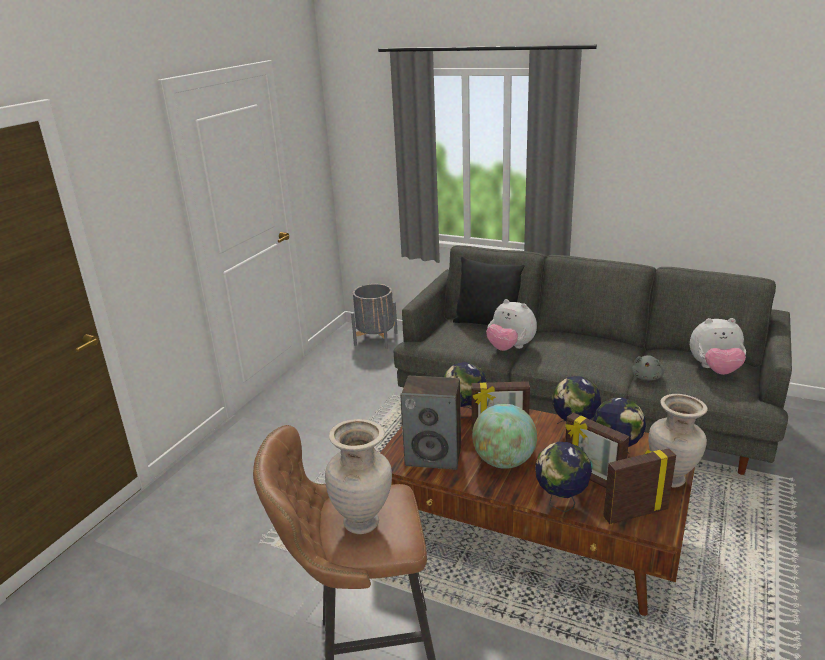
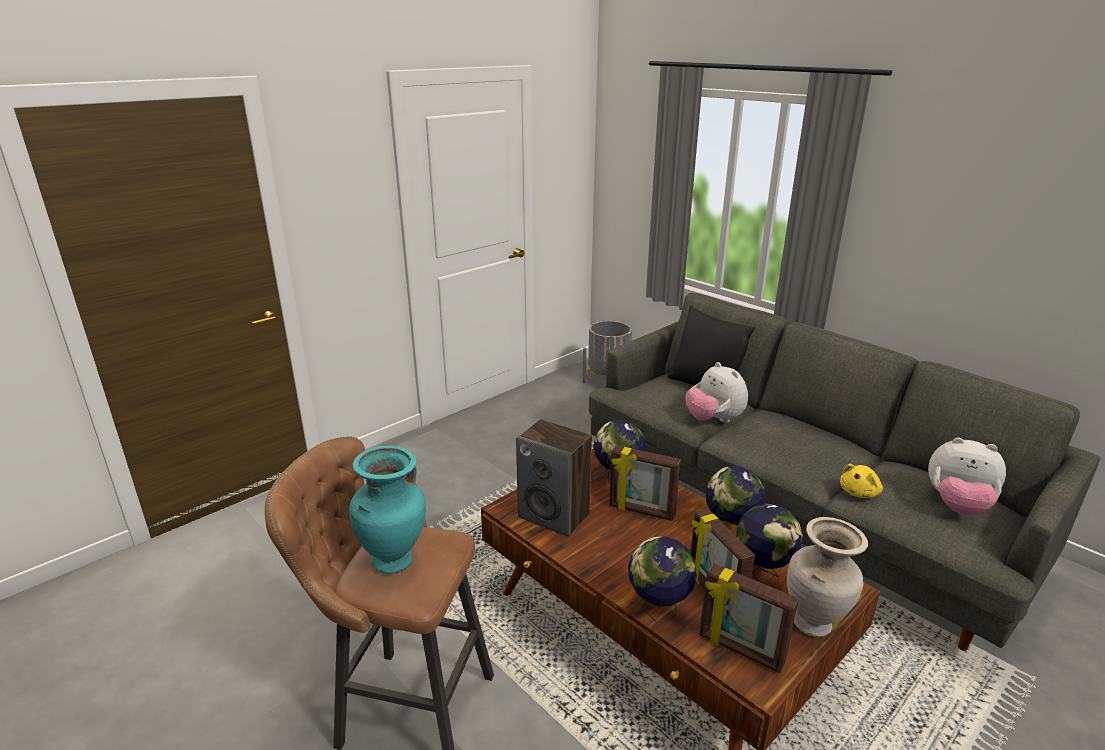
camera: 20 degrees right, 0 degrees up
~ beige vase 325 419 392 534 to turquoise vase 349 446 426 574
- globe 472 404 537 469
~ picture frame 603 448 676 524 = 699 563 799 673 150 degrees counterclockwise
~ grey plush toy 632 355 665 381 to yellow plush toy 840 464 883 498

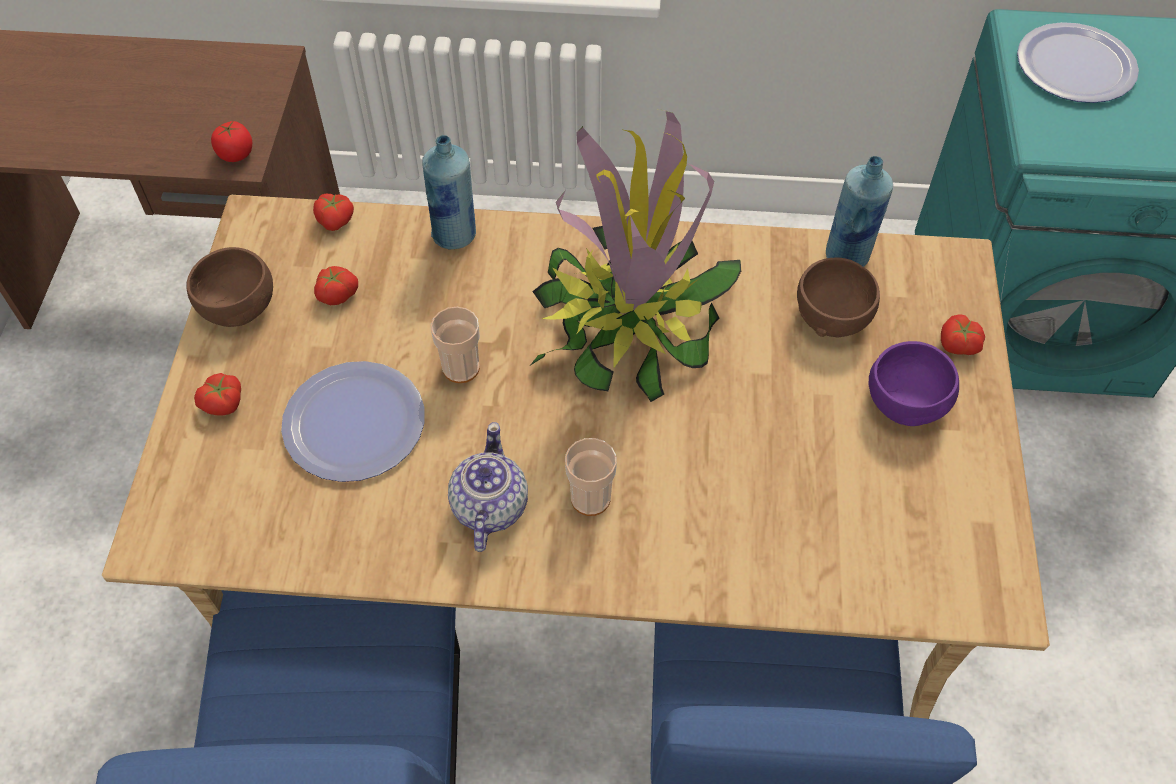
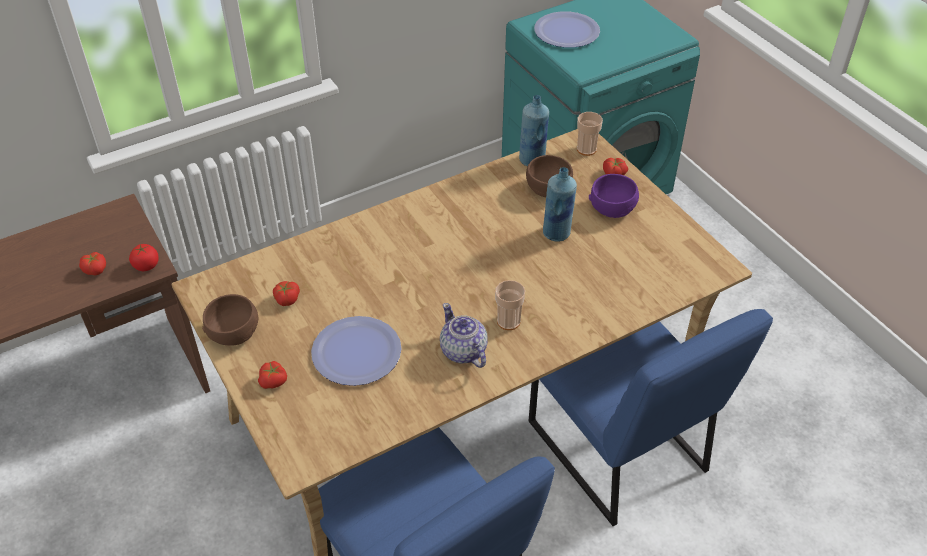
camera: 35 degrees left, 10 degrees down
~ tomato 313 193 354 231 to 79 252 106 276
~ blue bottle 422 135 476 250 to 543 167 577 242
~ cup 431 307 480 383 to 577 112 603 156
- potted plant 531 109 741 402

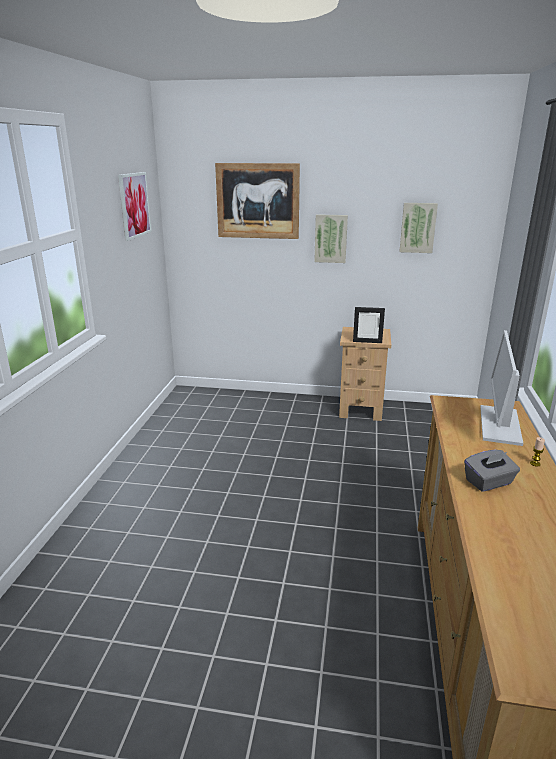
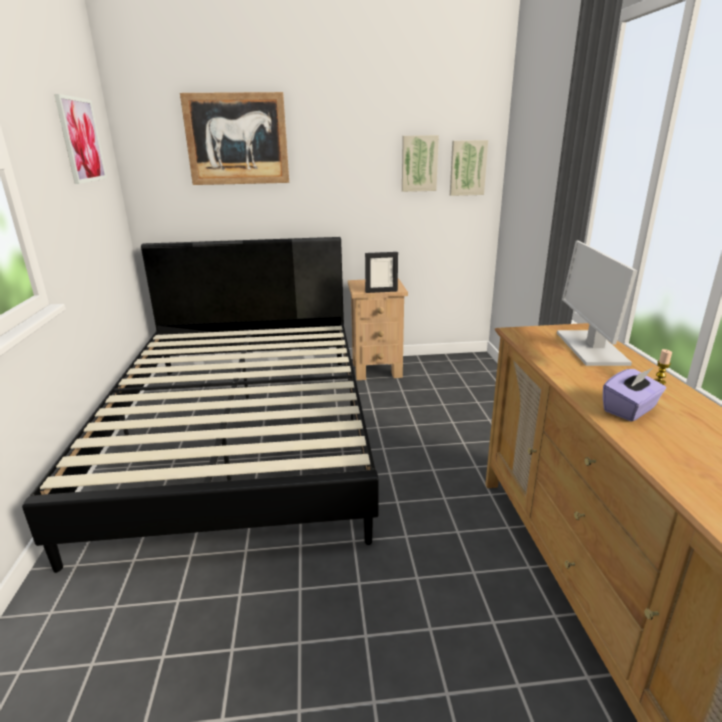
camera: 15 degrees left, 0 degrees up
~ picture 314 214 348 263 to 450 140 488 196
~ grey tissue box 464 450 520 492 to purple tissue box 603 368 666 421
+ black bed 22 237 379 573

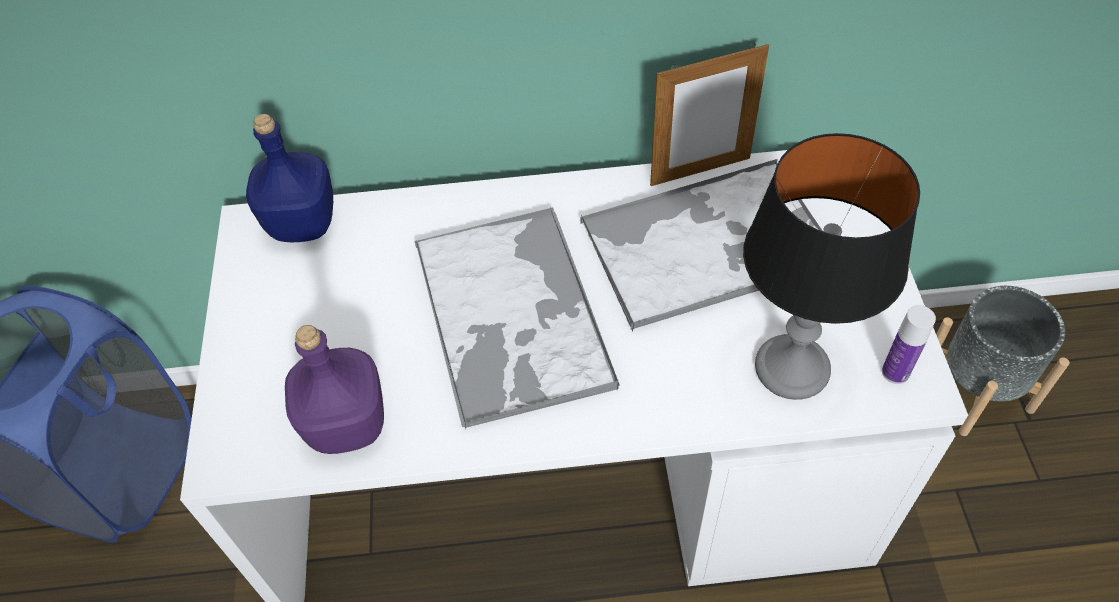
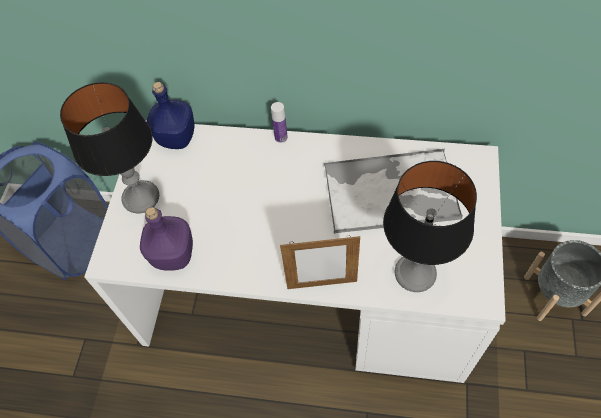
camera: 15 degrees right, 5 degrees up
- tray 414 208 620 429
~ picture frame 650 43 769 186 to 280 235 360 289
~ bottle 882 305 936 384 to 271 102 288 143
+ table lamp 60 82 159 213

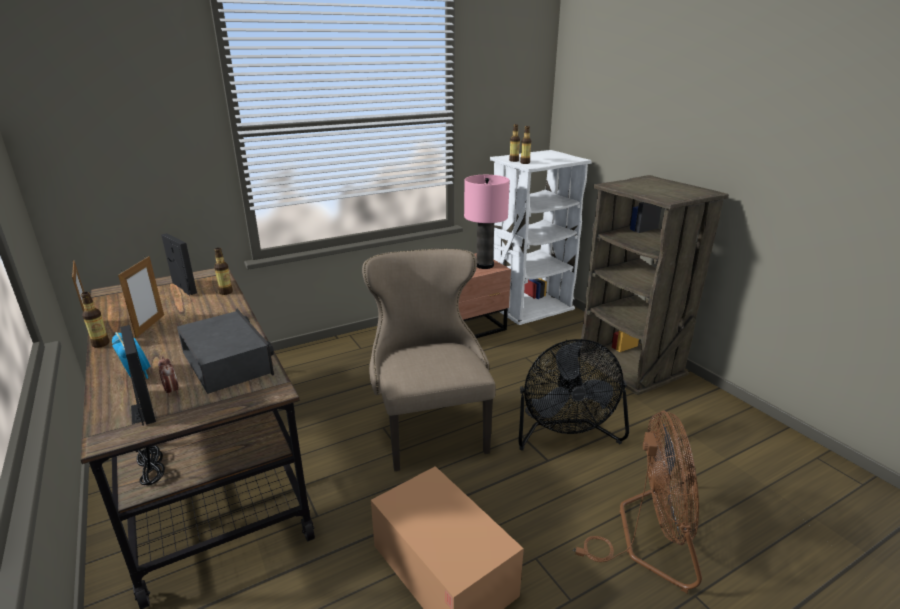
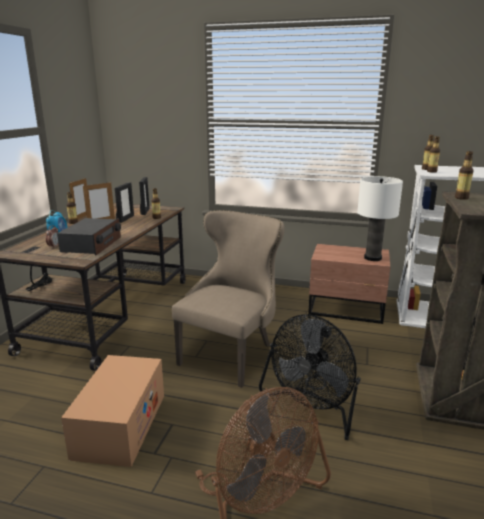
camera: 45 degrees right, 5 degrees down
~ picture frame 120 325 156 426 to 115 182 134 223
~ pink table lamp 464 175 510 269 to white table lamp 357 176 403 261
+ bottle 455 151 474 200

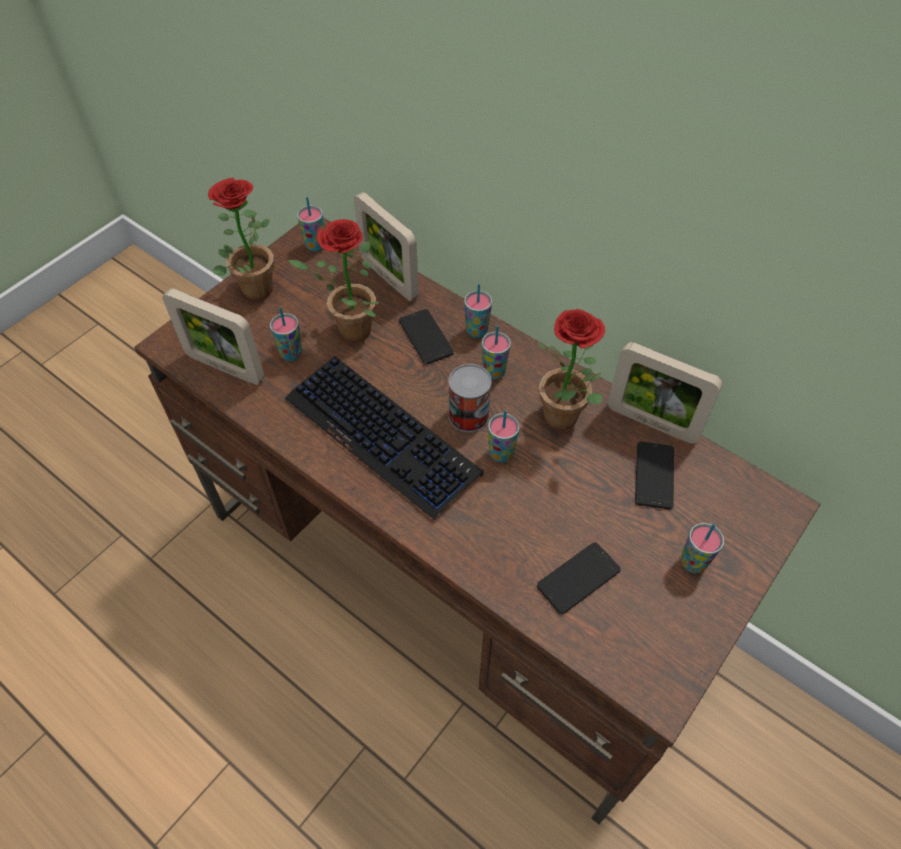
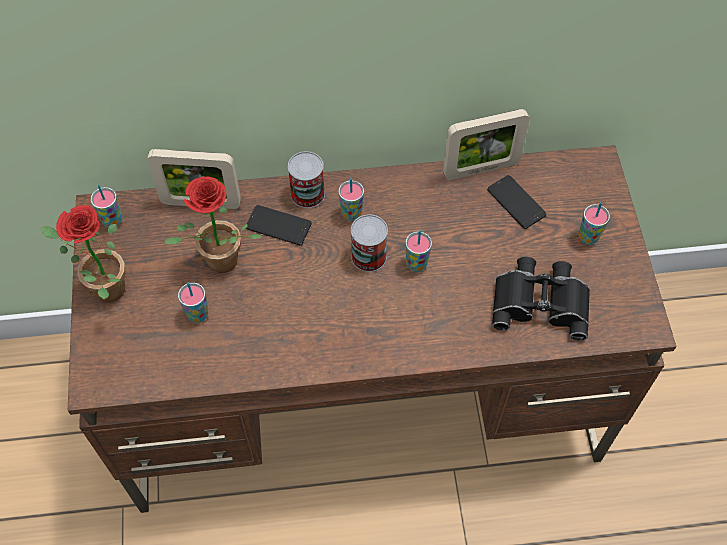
camera: 45 degrees left, 5 degrees up
- picture frame 162 288 264 385
- keyboard 285 356 483 520
~ cup 464 284 492 338 to can 288 151 325 208
- potted plant 537 309 605 429
~ phone 537 542 621 614 to black binoculars 492 257 590 341

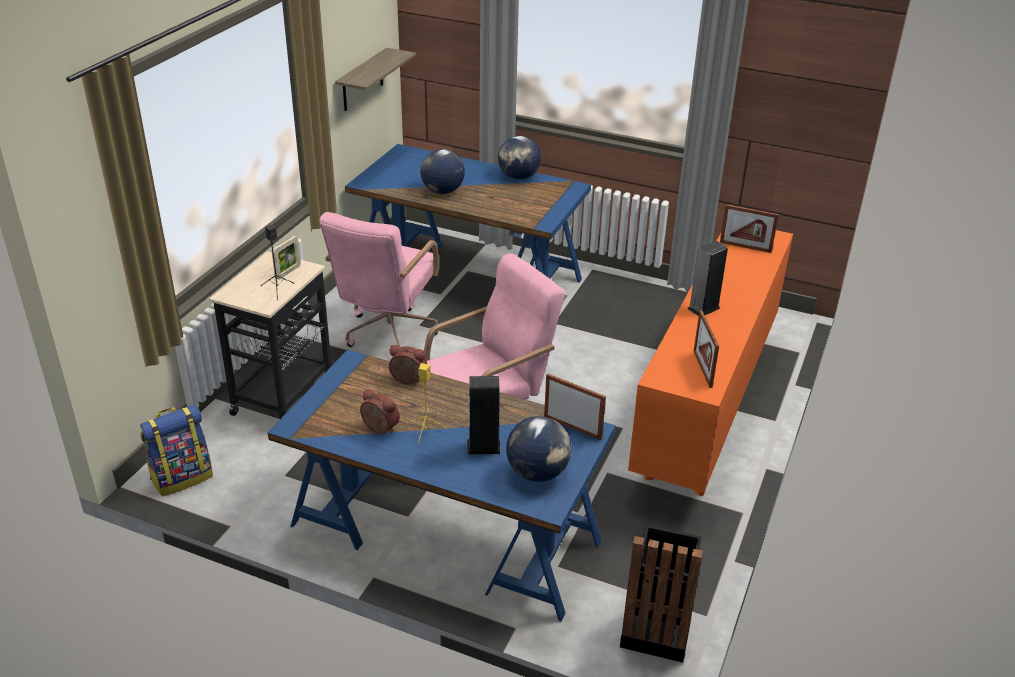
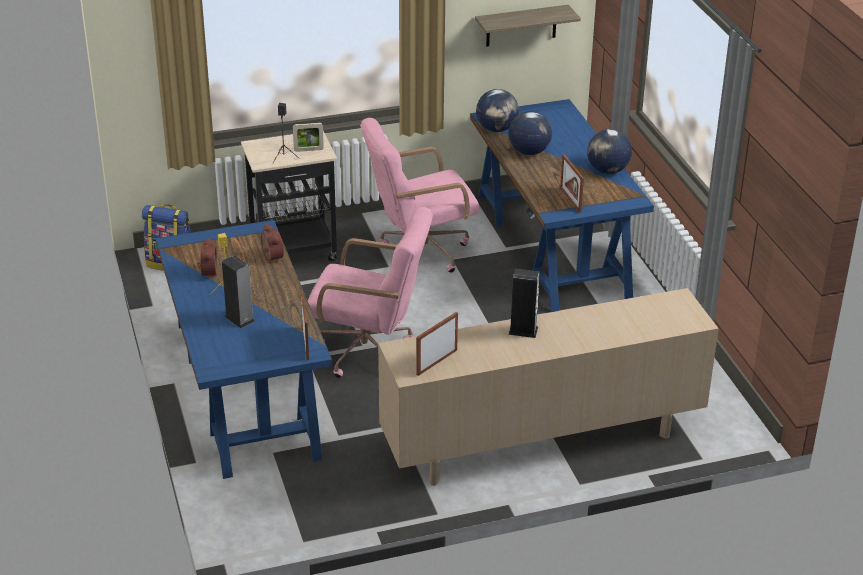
camera: 50 degrees right, 0 degrees up
~ globe 506 416 572 482 to 476 89 519 132
- black trash can 620 525 703 663
~ orange cabinet 628 230 793 496 to beige cabinet 378 288 719 486
~ picture frame 720 204 779 253 to 560 154 584 213

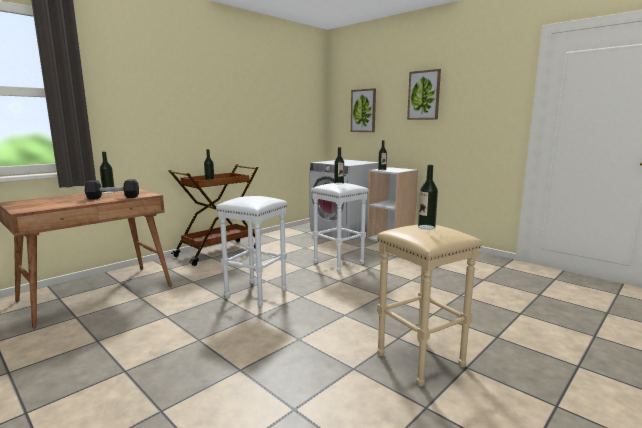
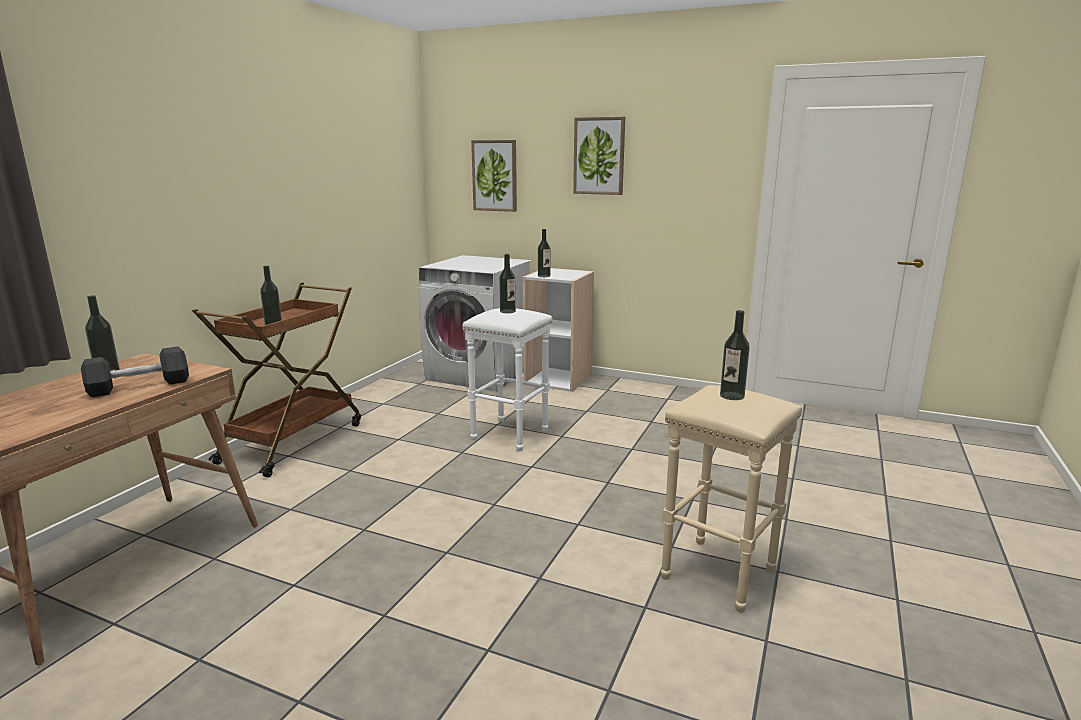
camera: 20 degrees left, 5 degrees up
- white stool 216 196 288 306

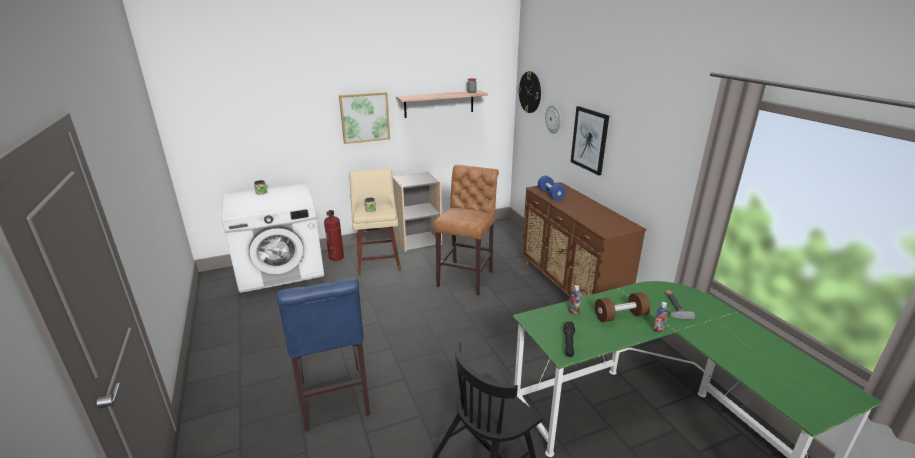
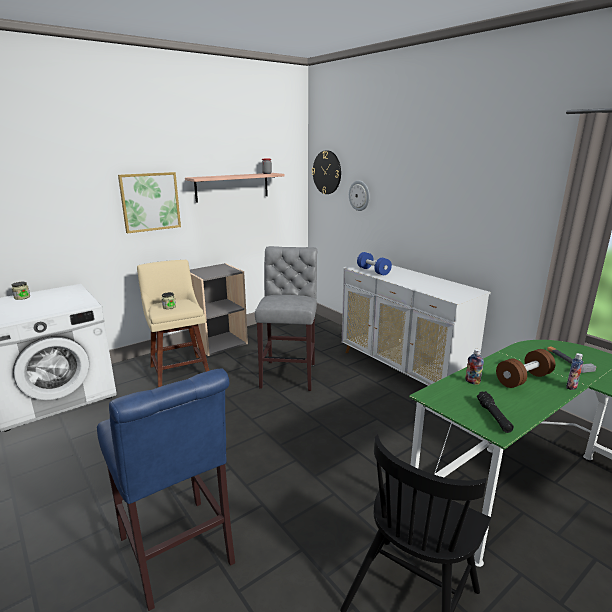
camera: 15 degrees left, 5 degrees down
- fire extinguisher 324 210 344 261
~ brown stool 434 165 499 295 to grey stool 255 246 317 391
~ brown cabinet 522 182 647 297 to white cabinet 342 260 491 386
- picture 571 106 609 176

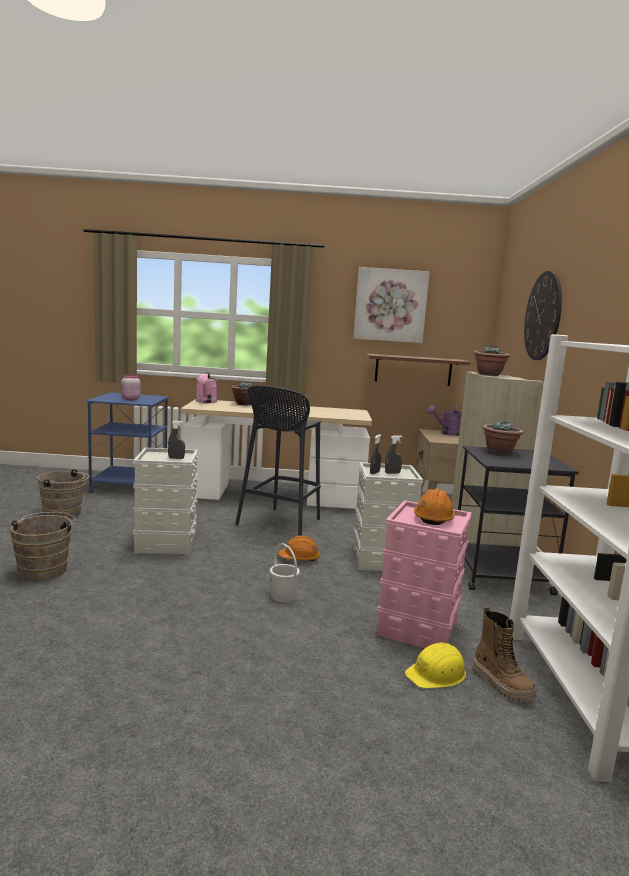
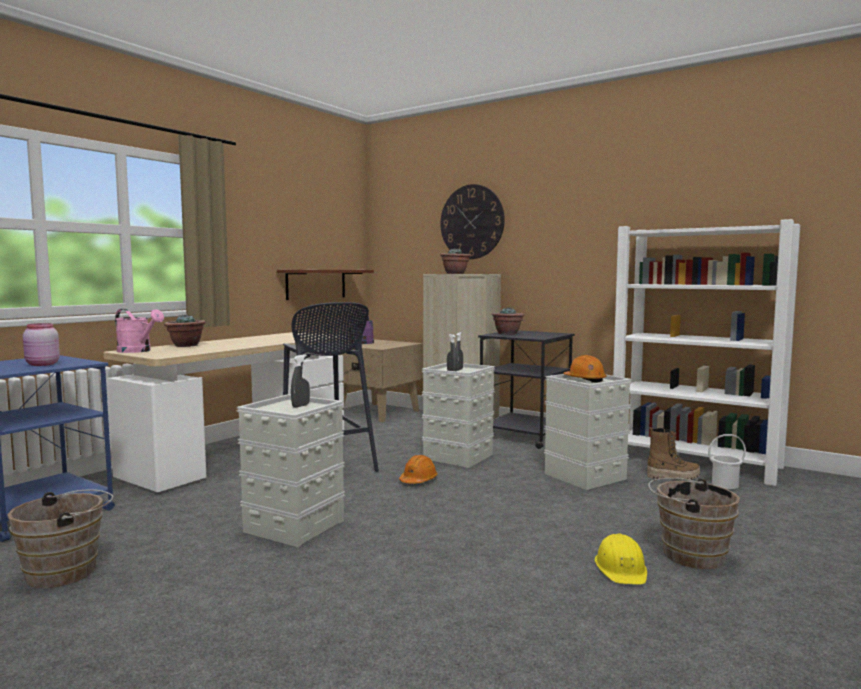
camera: 55 degrees left, 5 degrees down
~ brown bucket 10 512 75 581 to 648 478 740 569
~ white bucket 270 543 300 602 to 708 434 746 489
- picture 353 267 430 343
~ pink storage box 377 500 472 648 to grey storage box 544 374 632 490
~ yellow hard hat 405 642 466 688 to 595 534 647 585

